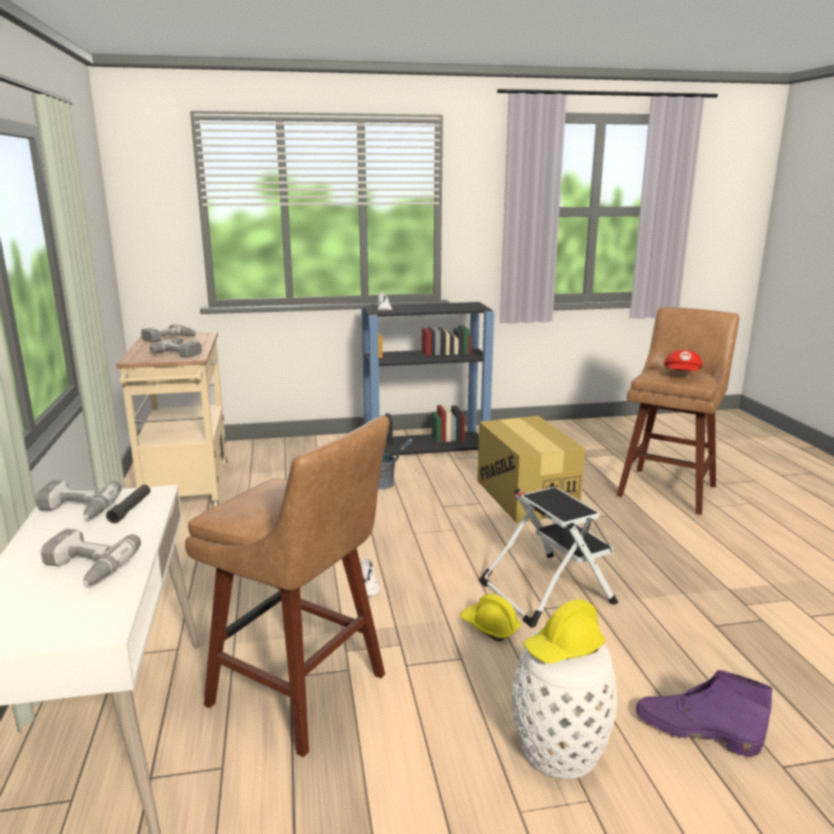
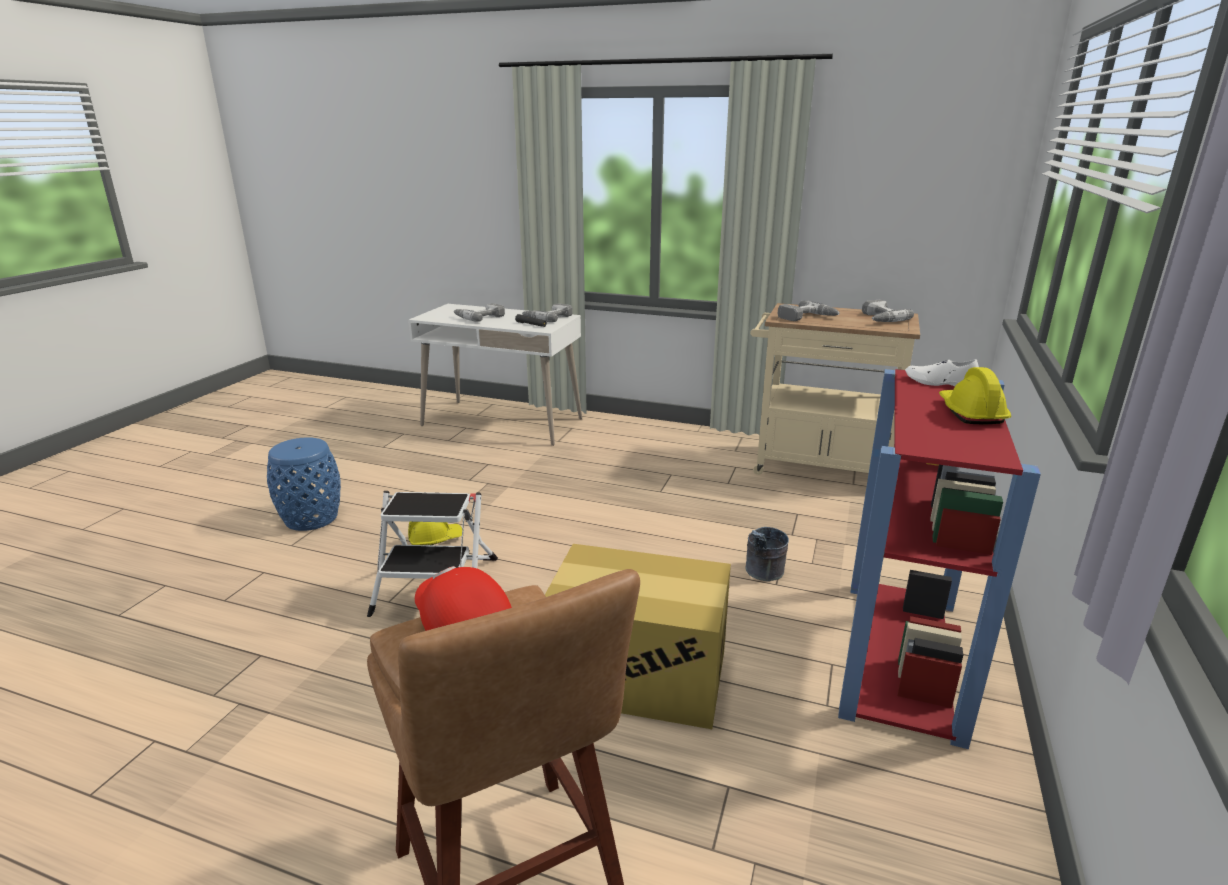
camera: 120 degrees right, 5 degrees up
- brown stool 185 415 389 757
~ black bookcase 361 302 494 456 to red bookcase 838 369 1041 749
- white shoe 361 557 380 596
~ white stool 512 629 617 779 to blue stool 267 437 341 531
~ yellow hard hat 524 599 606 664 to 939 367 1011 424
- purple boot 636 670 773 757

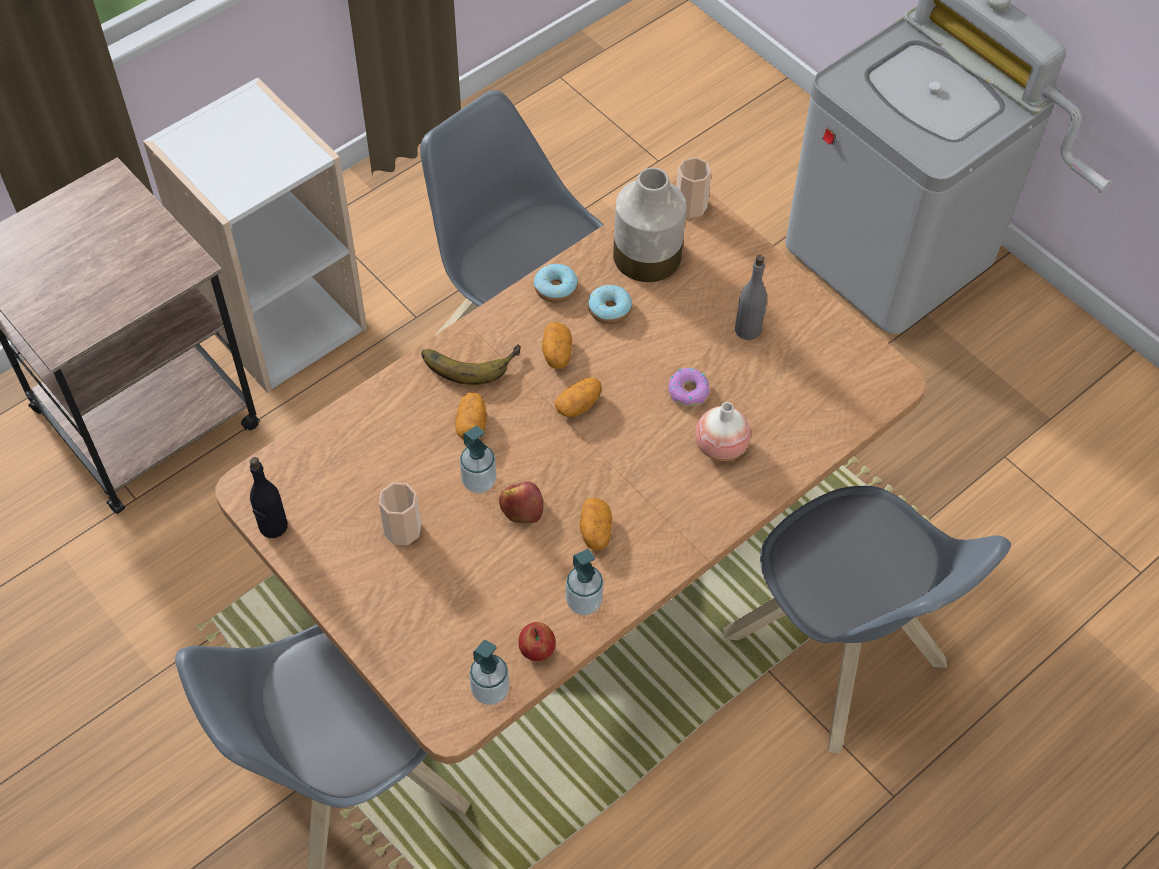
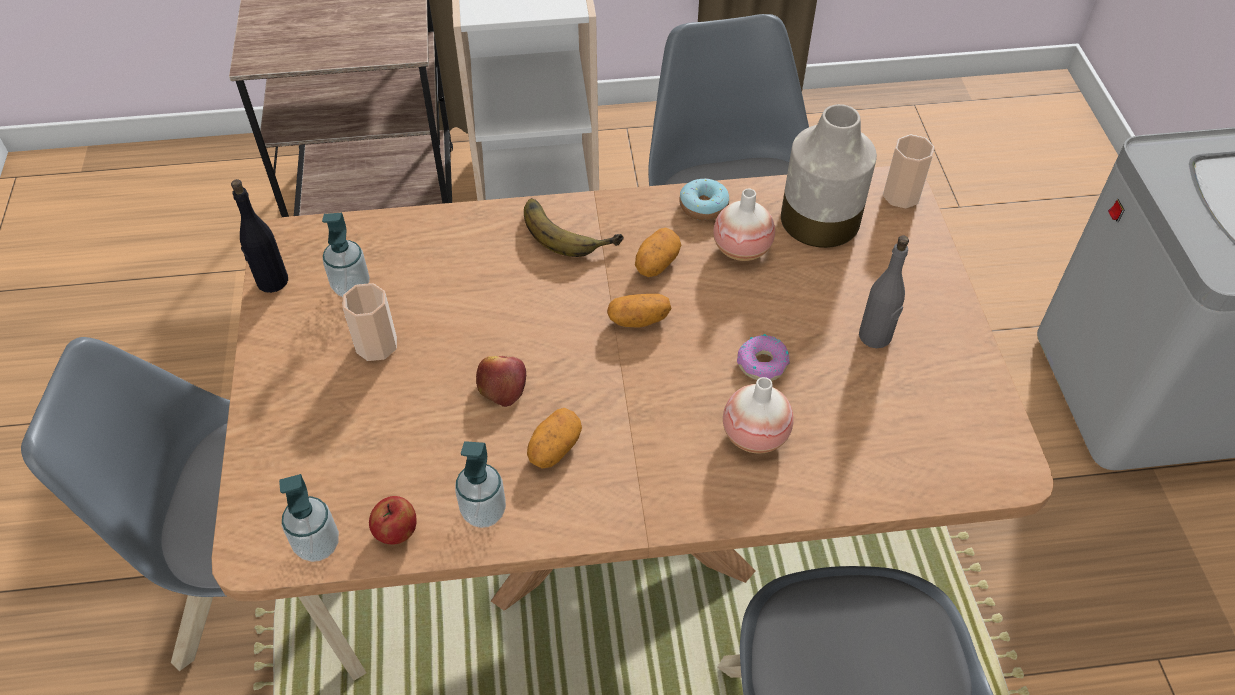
camera: 35 degrees right, 5 degrees down
- potato 455 393 487 440
~ soap dispenser 460 426 496 493 to 322 213 370 297
~ donut 588 284 632 324 to vase 713 189 775 261

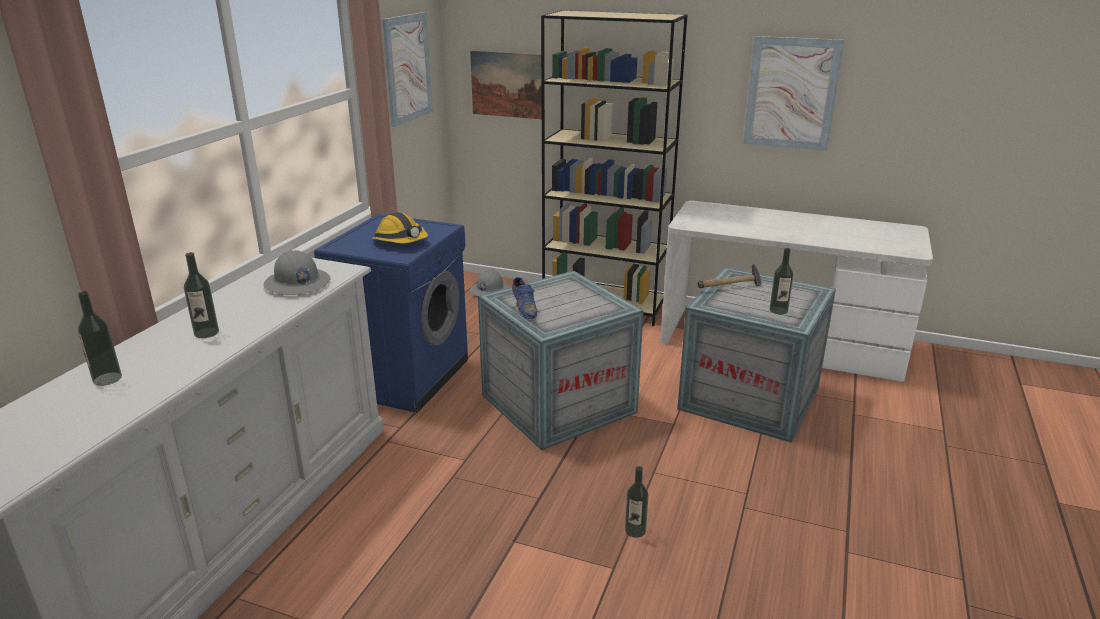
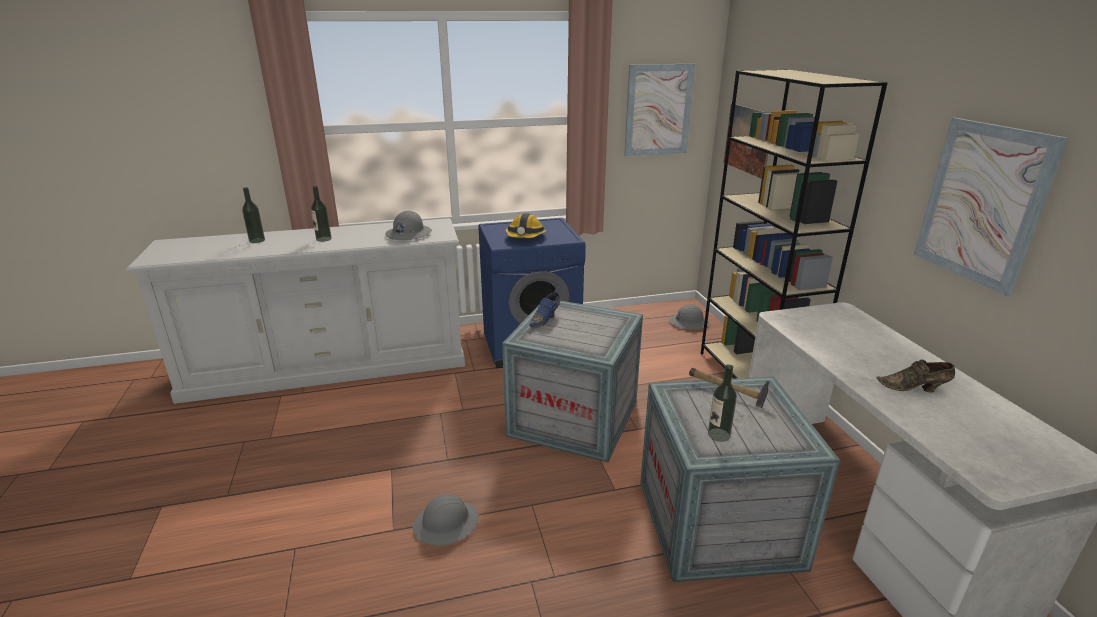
camera: 55 degrees right, 0 degrees up
~ bottle 625 466 649 538 to grey hard hat 413 494 479 546
+ brown shoe 876 359 955 392

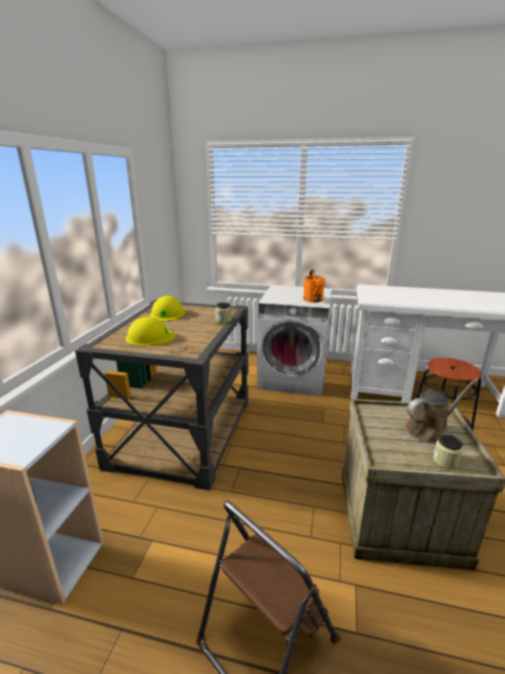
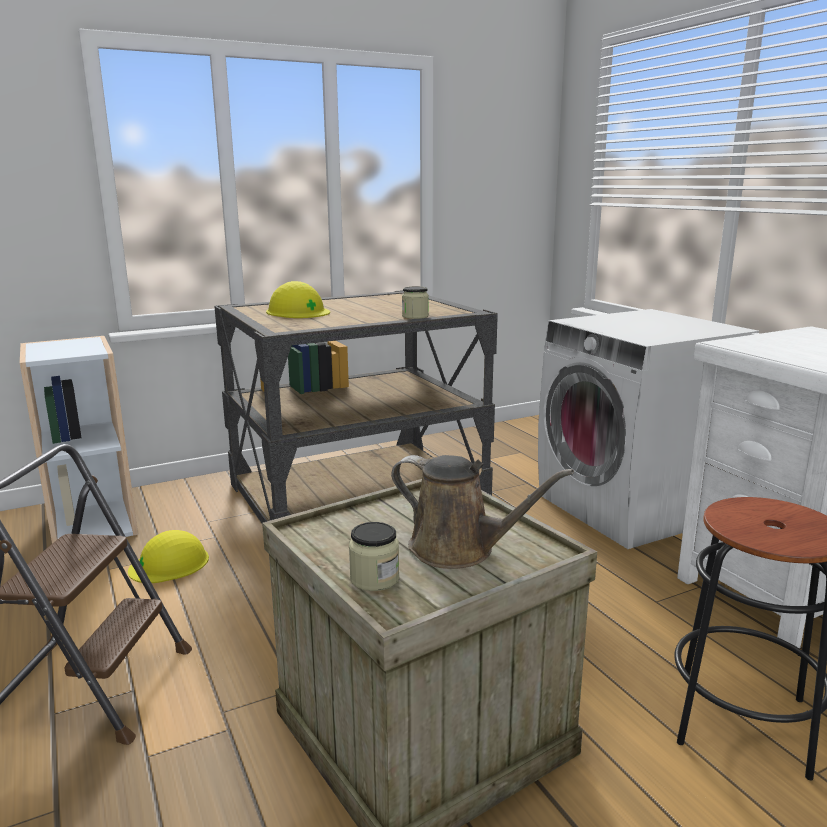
camera: 50 degrees right, 5 degrees down
~ yellow hard hat 150 296 185 321 to 128 530 209 583
- orange watering can 303 270 325 302

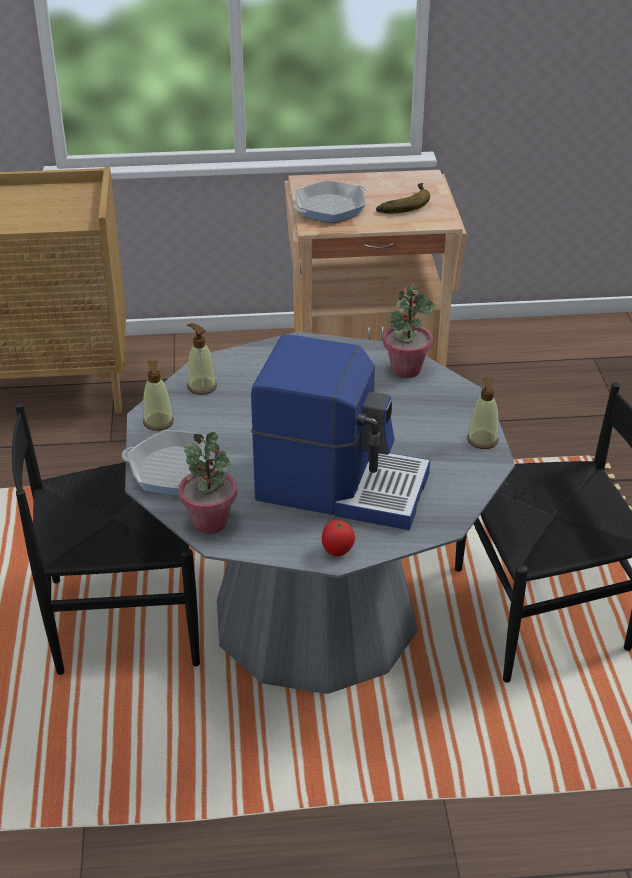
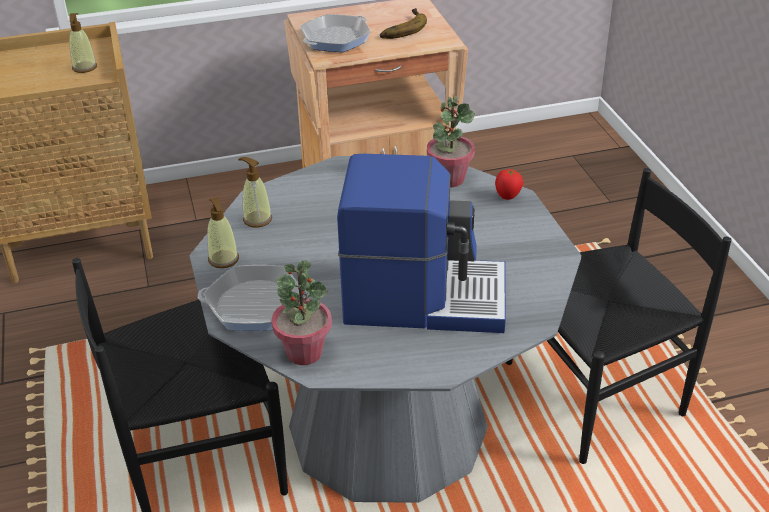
camera: 10 degrees left, 0 degrees up
~ tomato 322 520 355 557 to 495 169 523 200
~ soap dispenser 467 378 499 449 to 69 13 97 73

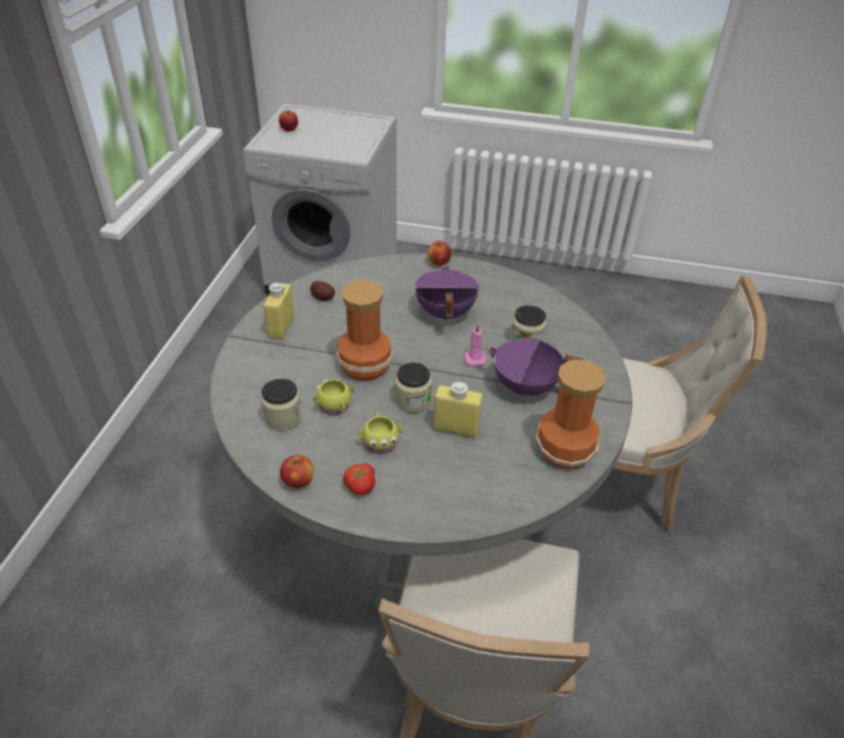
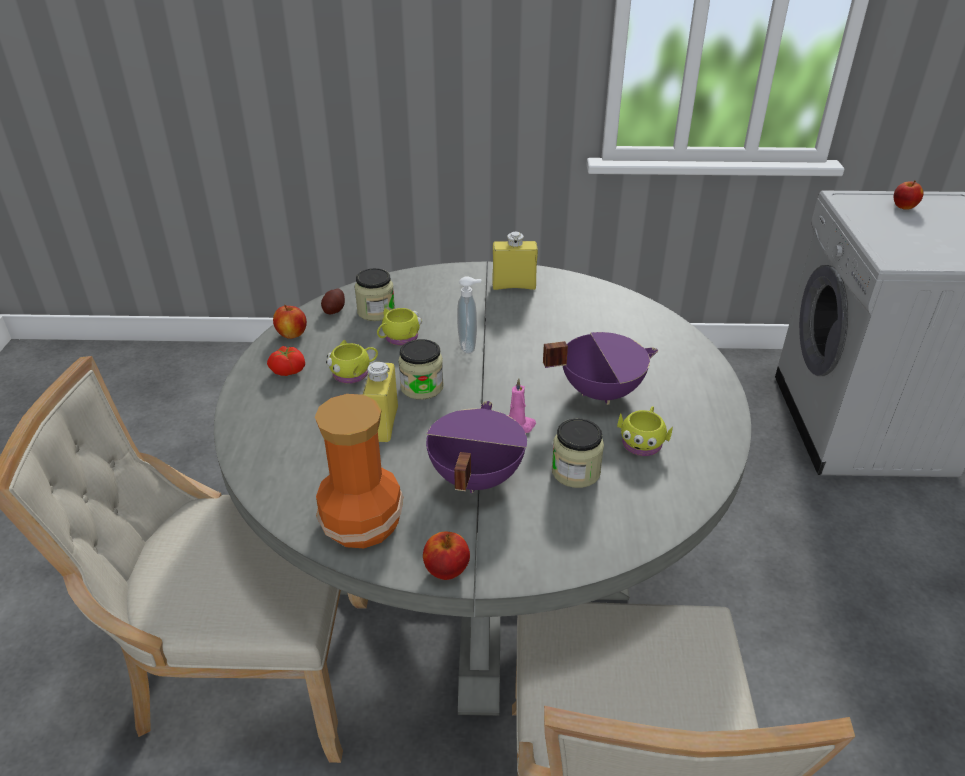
camera: 80 degrees right, 5 degrees down
~ potato 310 281 335 301 to 321 288 345 314
~ vase 336 280 393 381 to soap dispenser 457 276 481 354
~ apple 428 240 451 266 to 423 532 470 580
+ yellow mug 617 406 673 456

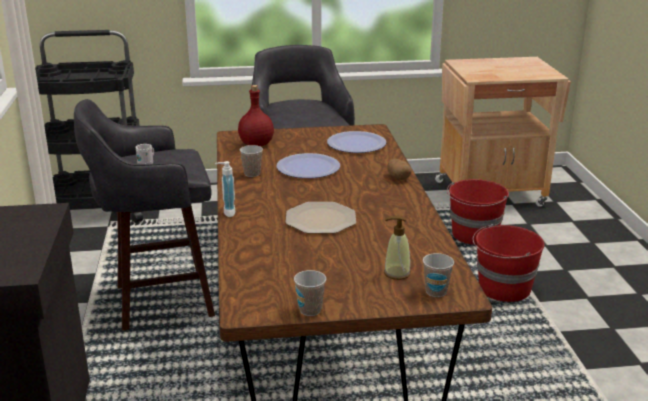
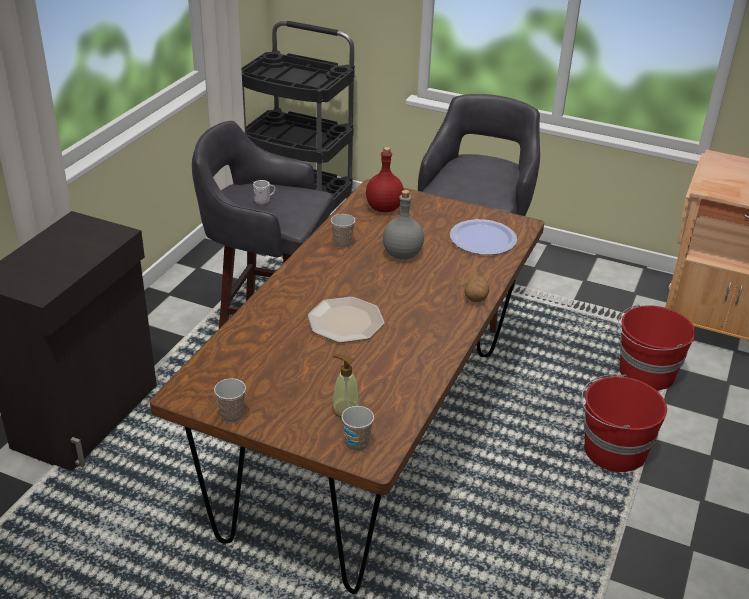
camera: 30 degrees right, 10 degrees up
- soap dispenser 215 161 235 217
~ plate 277 153 340 178 to grey bottle 383 190 424 259

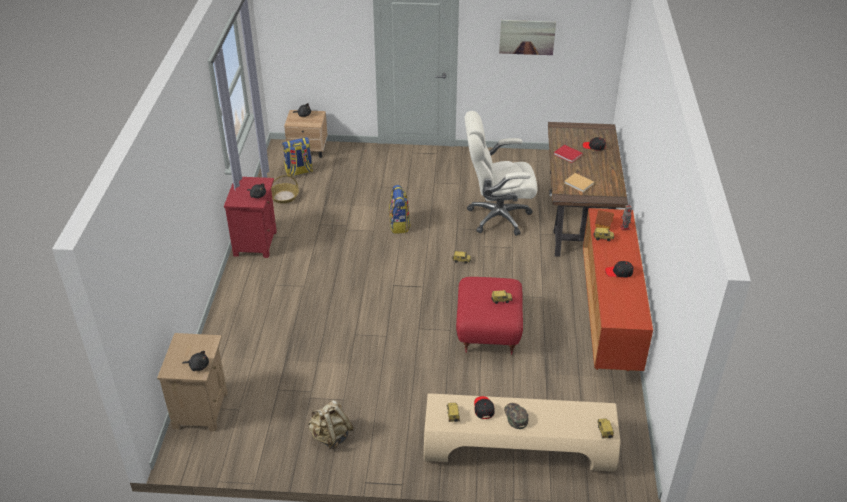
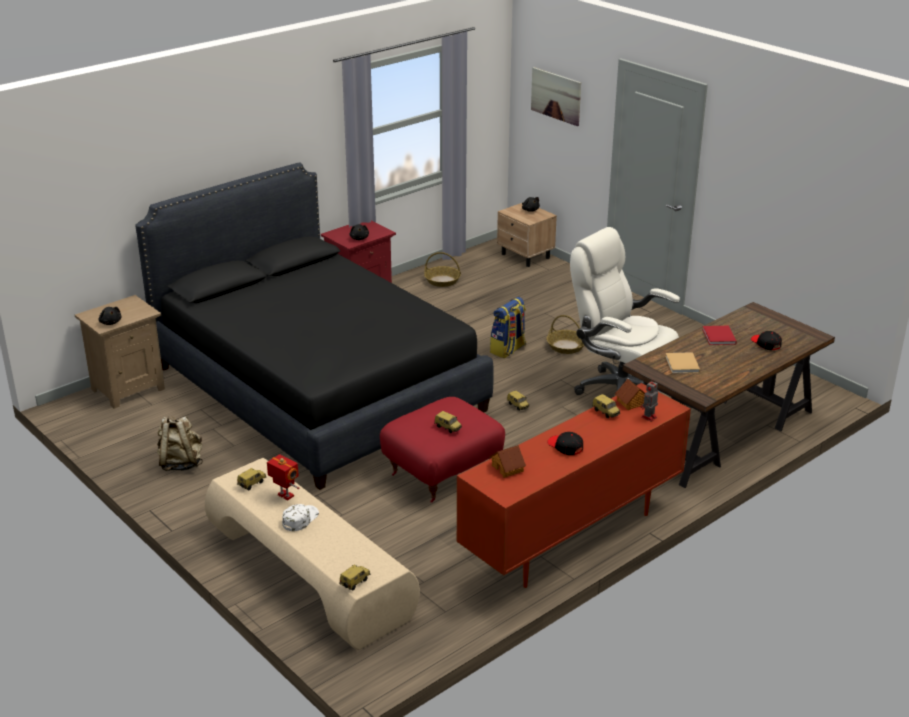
camera: 45 degrees right, 10 degrees down
- backpack 282 137 313 176
~ black cap 474 396 495 419 to toy robot 267 454 300 500
~ picture 499 20 556 55 to 531 67 581 126
~ green cap 504 403 528 429 to white cap 282 504 319 531
+ black bed 135 162 494 490
+ toy house 490 445 526 478
+ basket 547 315 584 354

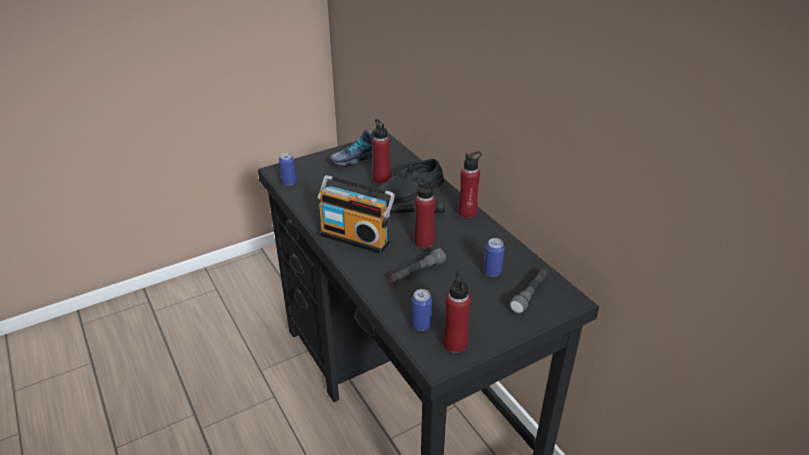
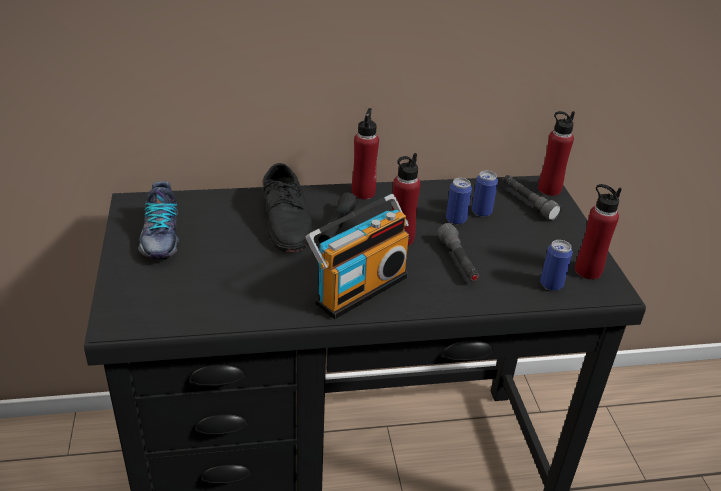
camera: 70 degrees left, 0 degrees up
~ can 279 153 296 186 to 446 178 472 225
~ red bottle 372 119 391 184 to 538 111 575 196

